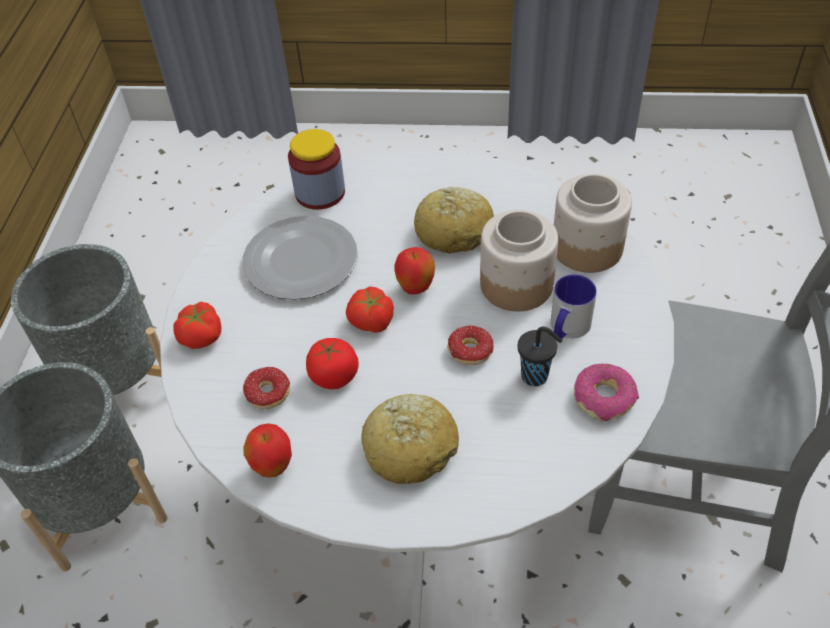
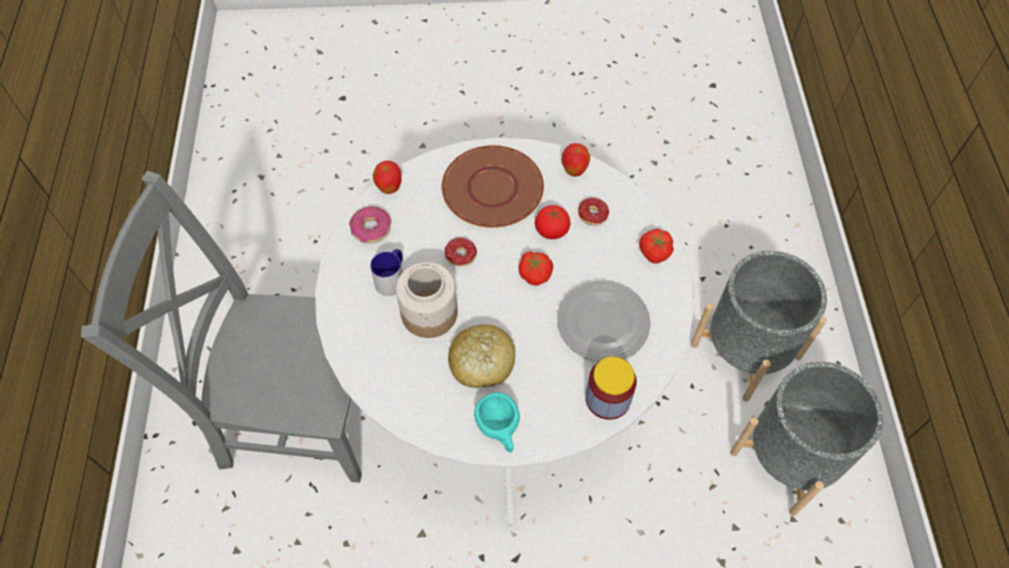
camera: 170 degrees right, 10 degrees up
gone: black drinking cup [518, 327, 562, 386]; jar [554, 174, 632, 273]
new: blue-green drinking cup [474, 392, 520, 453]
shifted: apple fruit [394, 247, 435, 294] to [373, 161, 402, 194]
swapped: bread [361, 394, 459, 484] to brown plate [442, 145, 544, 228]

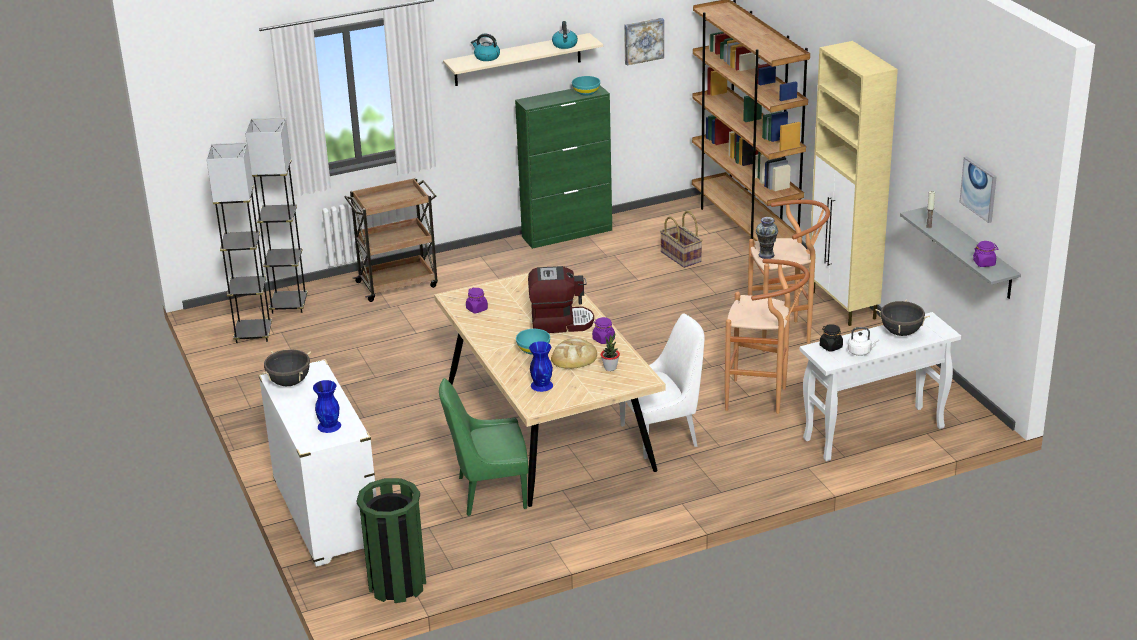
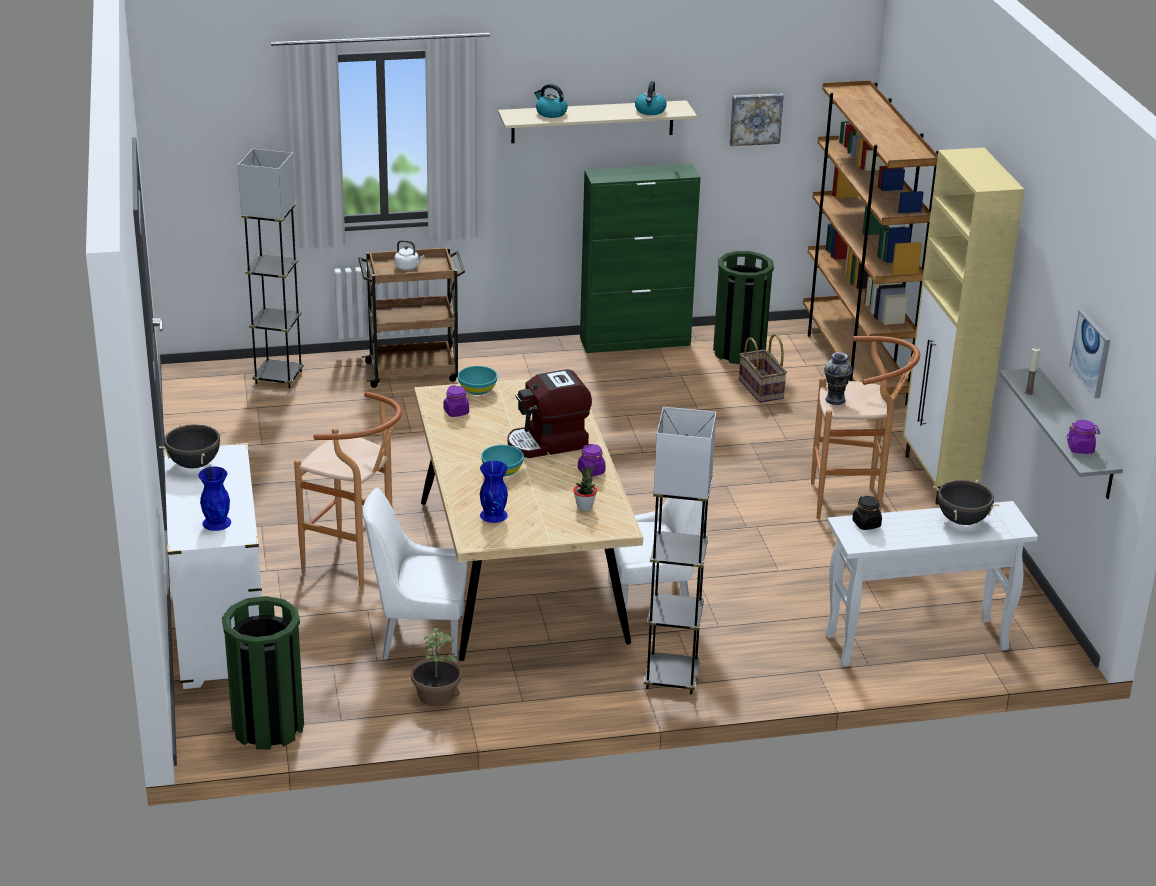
camera: 10 degrees right, 0 degrees up
gone: bread [551, 338, 597, 369]
new: houseplant [411, 628, 461, 706]; greenish rubbish bin [713, 251, 774, 364]
shifted: brown sitting stool [725, 259, 810, 414] to [294, 392, 402, 587]; white-coloured tea kettle [848, 327, 879, 356] to [394, 240, 424, 270]; blue-green deep dish [572, 76, 600, 96] to [458, 366, 498, 395]; grey standard lamp [207, 142, 272, 344] to [644, 407, 717, 694]
repainted: greenish chair [439, 378, 529, 516] to white-coloured chair [363, 488, 467, 663]
rotated: coffee brewer [528, 266, 594, 333] = [508, 369, 592, 458] 150 degrees clockwise

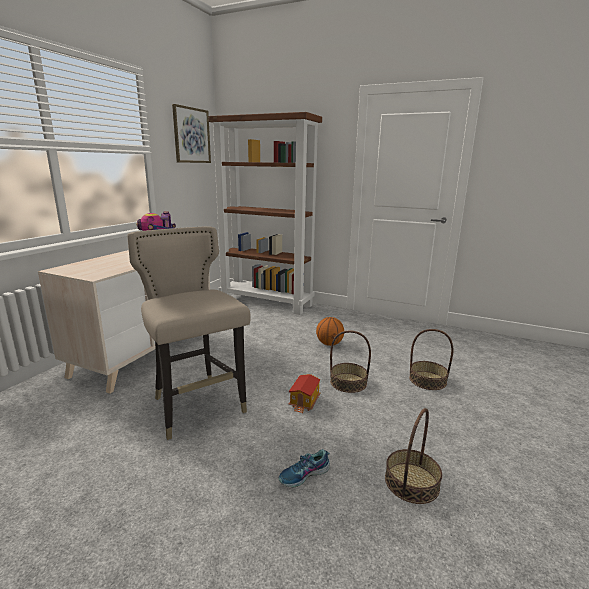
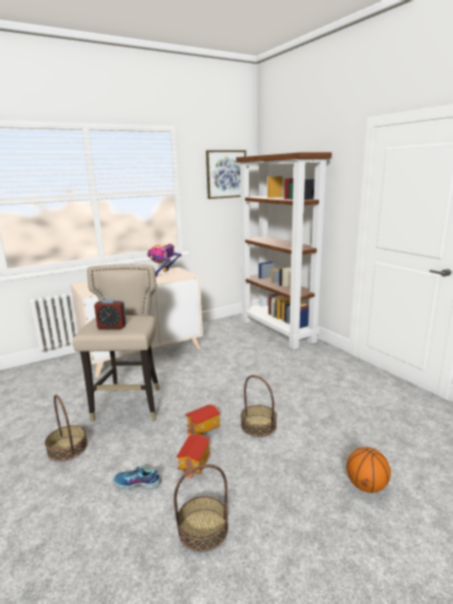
camera: 35 degrees right, 0 degrees up
new: bedside clock [94, 299, 127, 329]; toy house [176, 434, 211, 479]
shifted: basket [409, 329, 453, 390] to [45, 395, 88, 461]; ball for basketball [316, 317, 344, 346] to [346, 447, 391, 493]

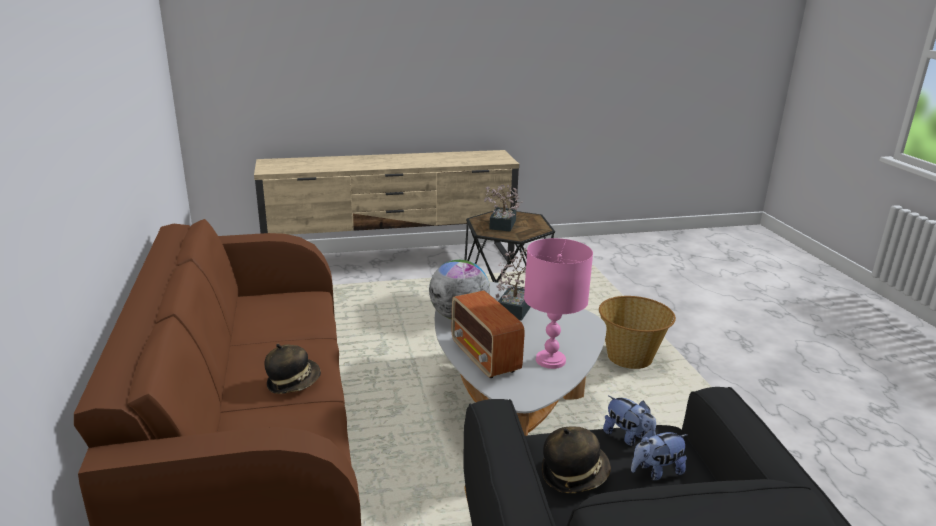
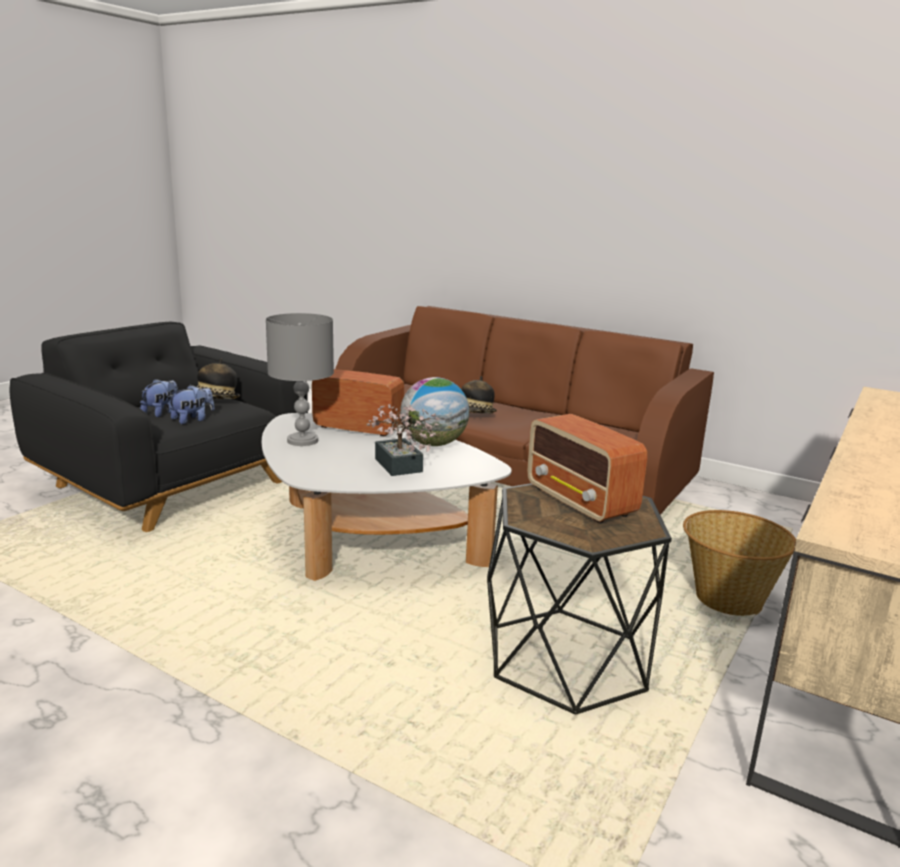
camera: 135 degrees right, 5 degrees down
shifted: basket [599, 296, 676, 369] to [683, 510, 796, 616]
swapped: houseplant [483, 185, 523, 232] to radio receiver [527, 414, 647, 524]
repainted: pink-coloured tabletop lamp [524, 238, 593, 369] to grey tabletop lamp [266, 313, 334, 446]
rotated: soft toy [603, 396, 656, 446] = [168, 385, 215, 424] 135 degrees clockwise

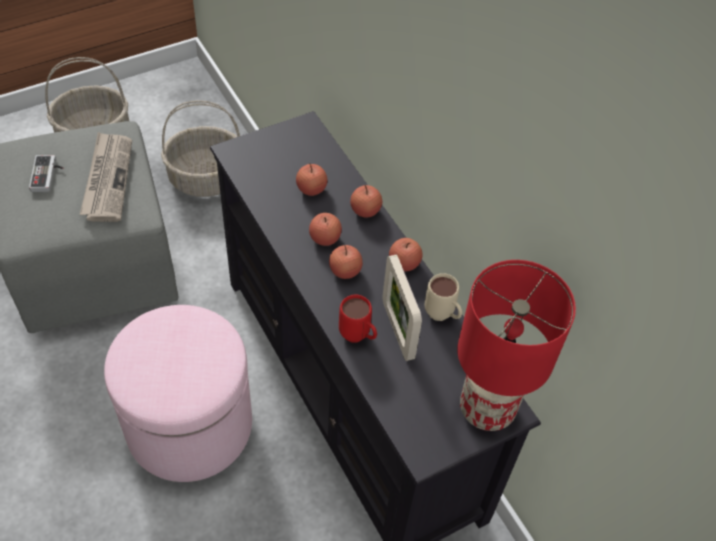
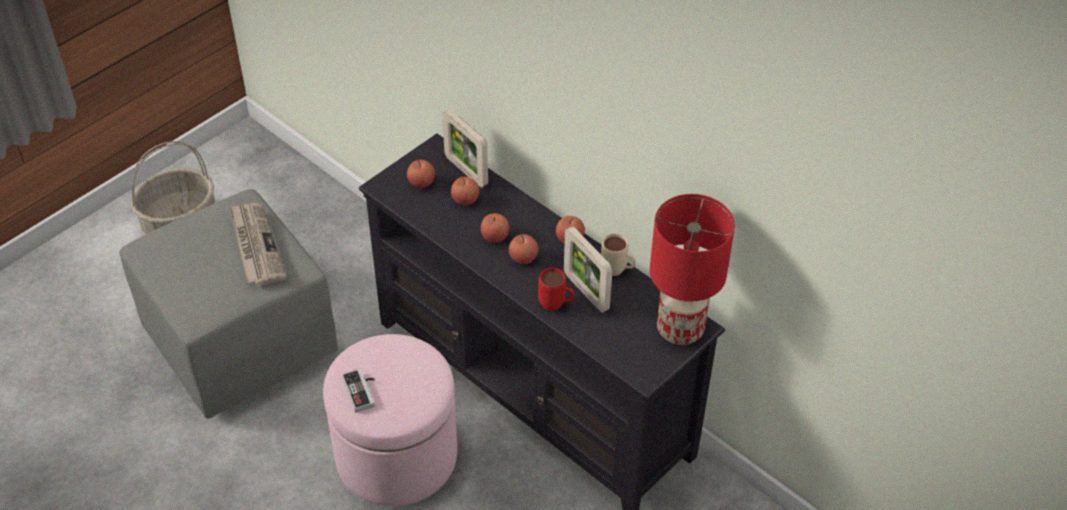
camera: 15 degrees left, 5 degrees down
gone: basket [161, 100, 240, 197]
new: photo frame [442, 109, 488, 188]
shifted: gamepad [29, 155, 63, 192] to [342, 369, 375, 413]; apple fruit [350, 185, 382, 218] to [407, 159, 435, 188]

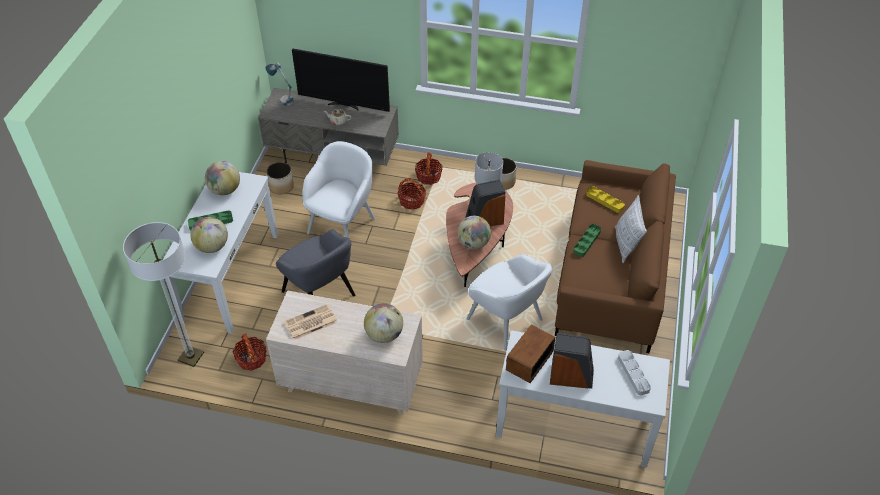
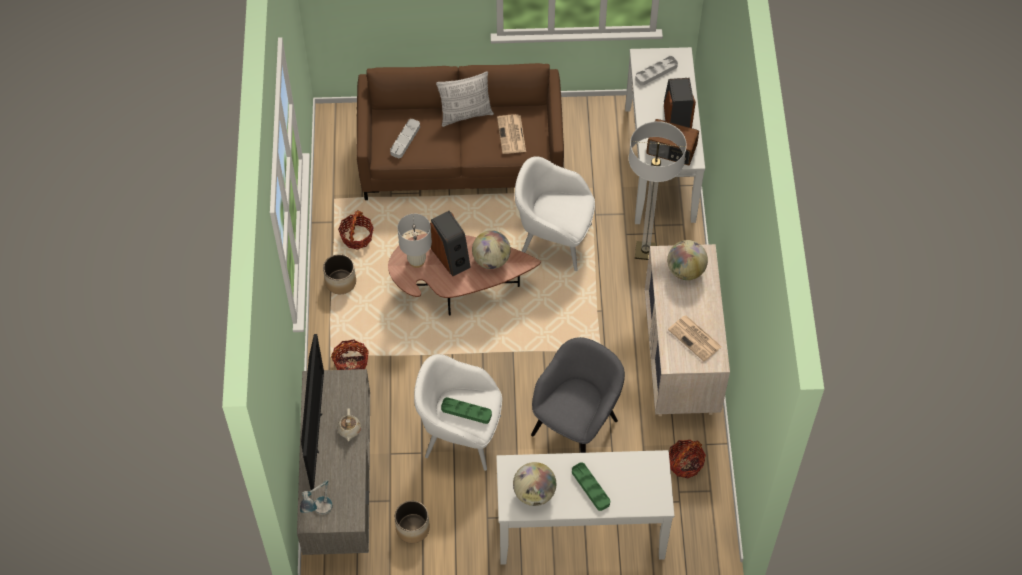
camera: 105 degrees left, 10 degrees up
gone: world globe [190, 217, 228, 253]
new: printed paper [497, 114, 526, 154]
shifted: basket [397, 178, 426, 210] to [338, 210, 374, 250]; greenish carrying tray [574, 224, 601, 257] to [441, 397, 492, 424]; standard lamp [123, 222, 204, 367] to [629, 121, 687, 260]
repainted: yellow carrying tray [586, 186, 625, 213] to grey carrying tray [390, 119, 420, 158]
rotated: white-coloured lounge chair [467, 254, 552, 350] = [515, 156, 595, 271] 105 degrees counterclockwise

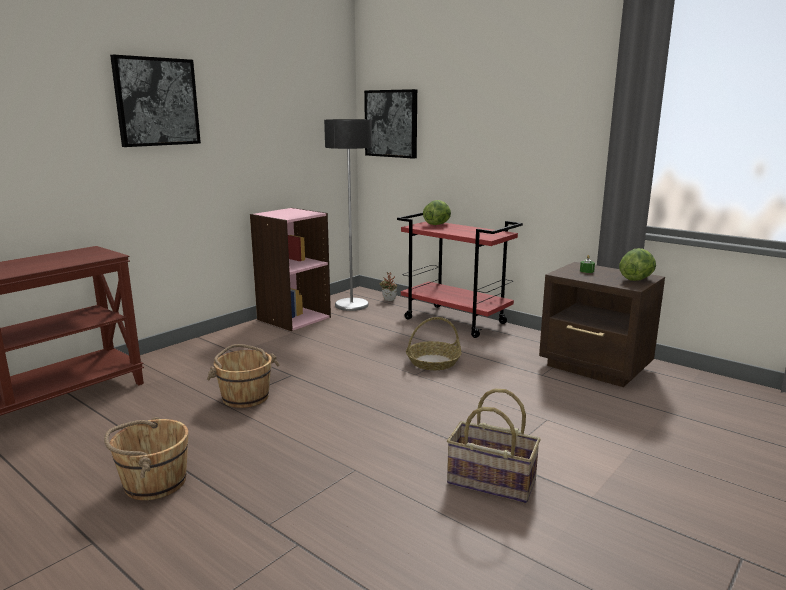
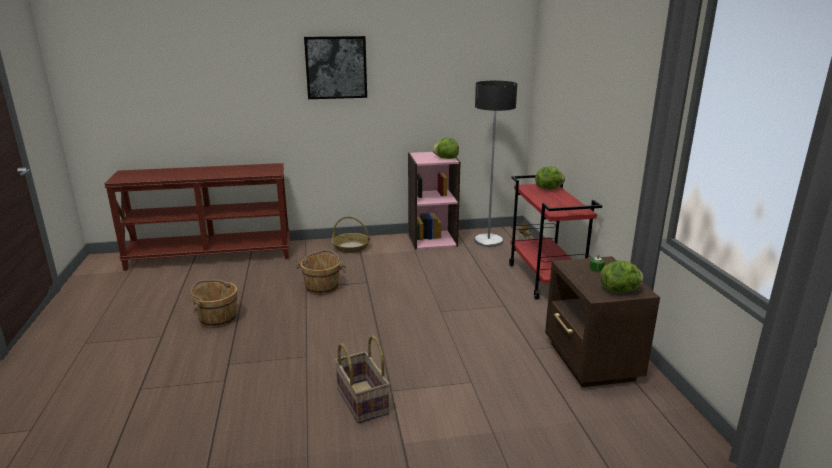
camera: 40 degrees right, 5 degrees up
gone: wall picture [364, 89, 417, 159]
new: head of lettuce [432, 138, 459, 159]
shifted: basket [406, 317, 462, 370] to [332, 216, 370, 253]

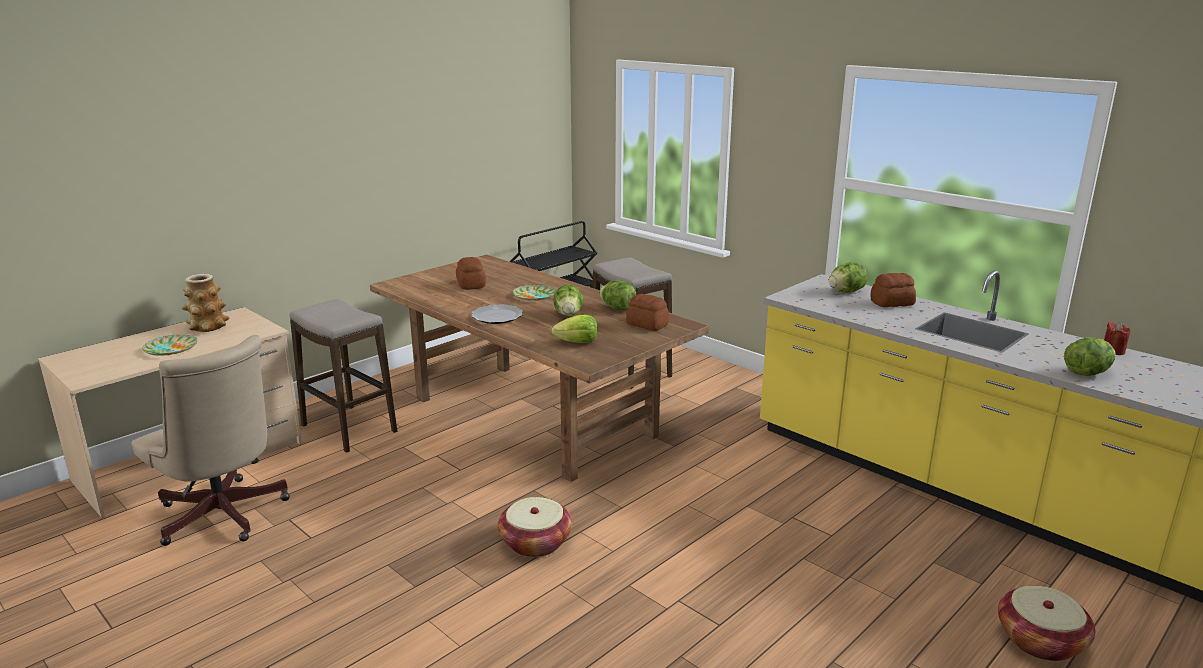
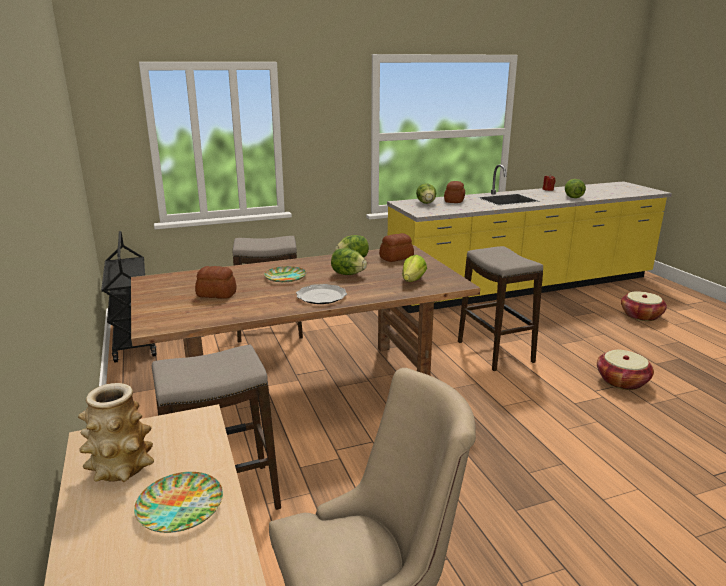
camera: 65 degrees left, 0 degrees up
new: sitting stool [458, 246, 543, 371]
shifted: basket [498, 497, 572, 557] to [597, 350, 654, 390]

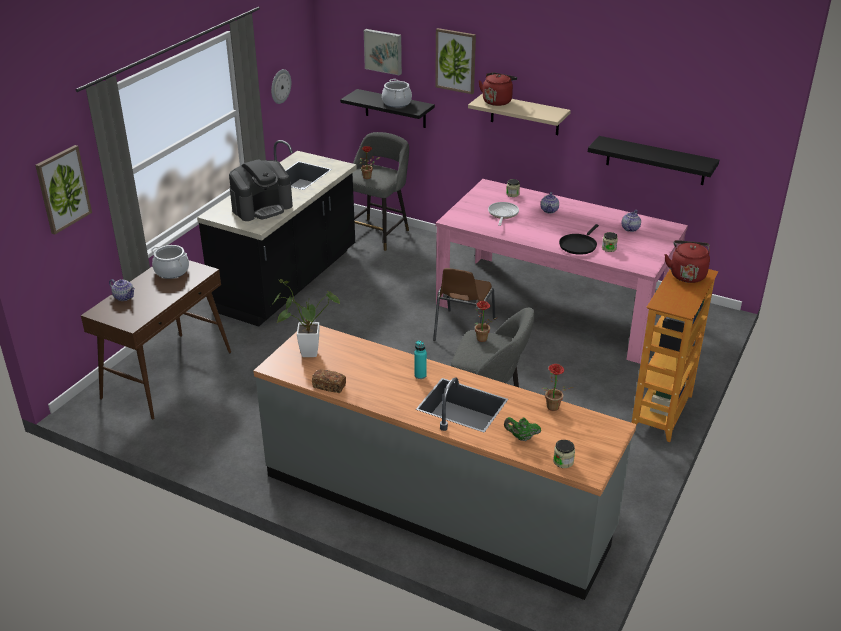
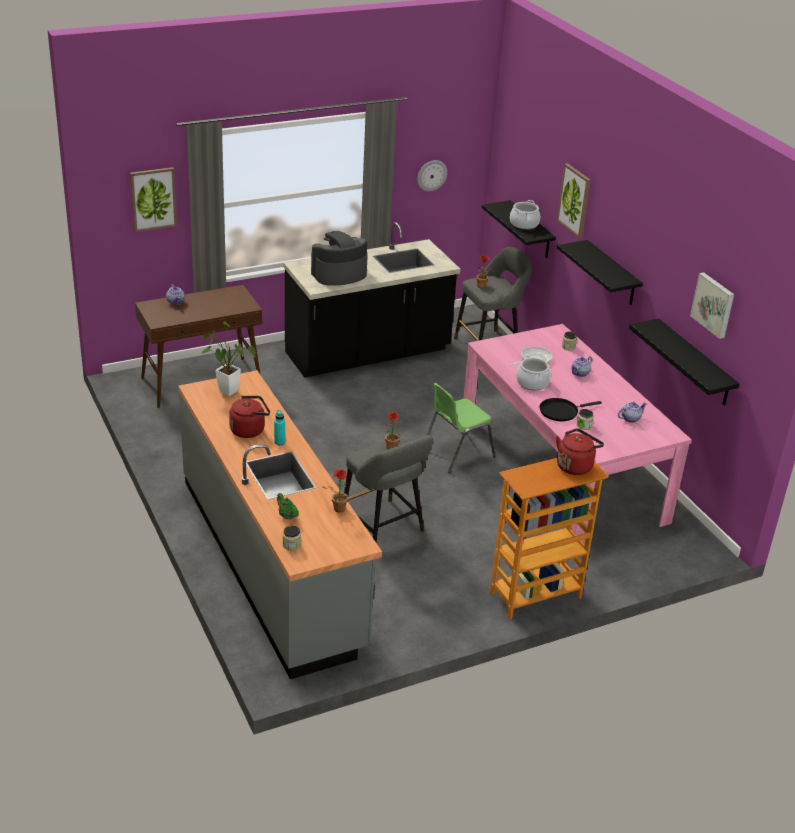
camera: 35 degrees right, 0 degrees up
gone: bread [312, 369, 346, 393]
shifted: red tea kettle [479, 72, 517, 106] to [229, 396, 270, 438]; saucepot [151, 245, 189, 279] to [516, 355, 551, 390]; wall picture [364, 29, 402, 75] to [690, 272, 734, 339]
repainted: brown chair [433, 268, 495, 341] to greenish chair [427, 383, 496, 473]; beige shelf [468, 93, 571, 135] to black shelf [557, 240, 643, 305]
rotated: coffee brewer [229, 159, 293, 221] = [311, 231, 368, 286] 150 degrees clockwise

